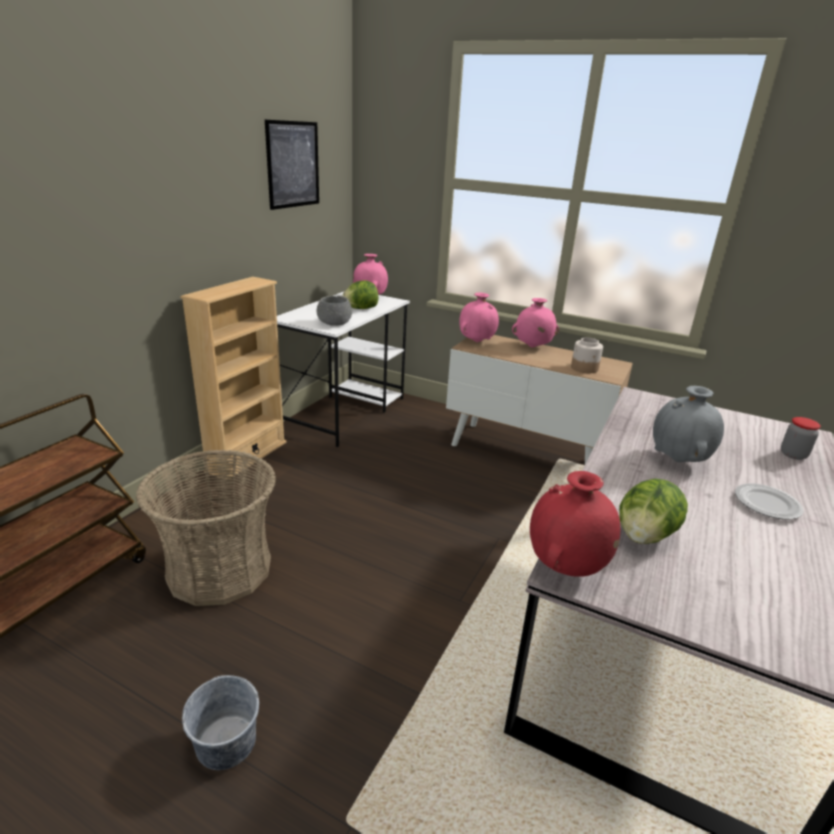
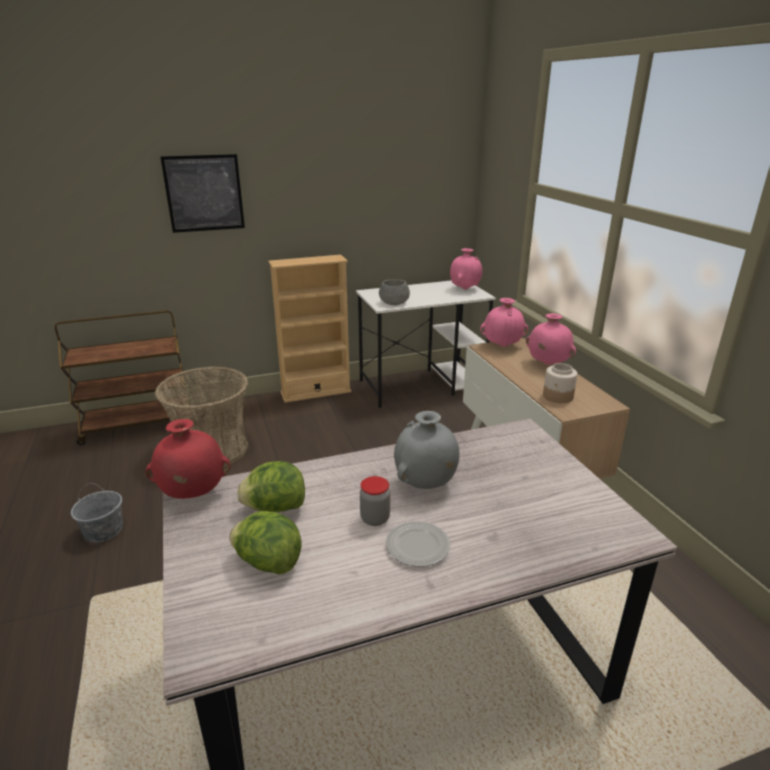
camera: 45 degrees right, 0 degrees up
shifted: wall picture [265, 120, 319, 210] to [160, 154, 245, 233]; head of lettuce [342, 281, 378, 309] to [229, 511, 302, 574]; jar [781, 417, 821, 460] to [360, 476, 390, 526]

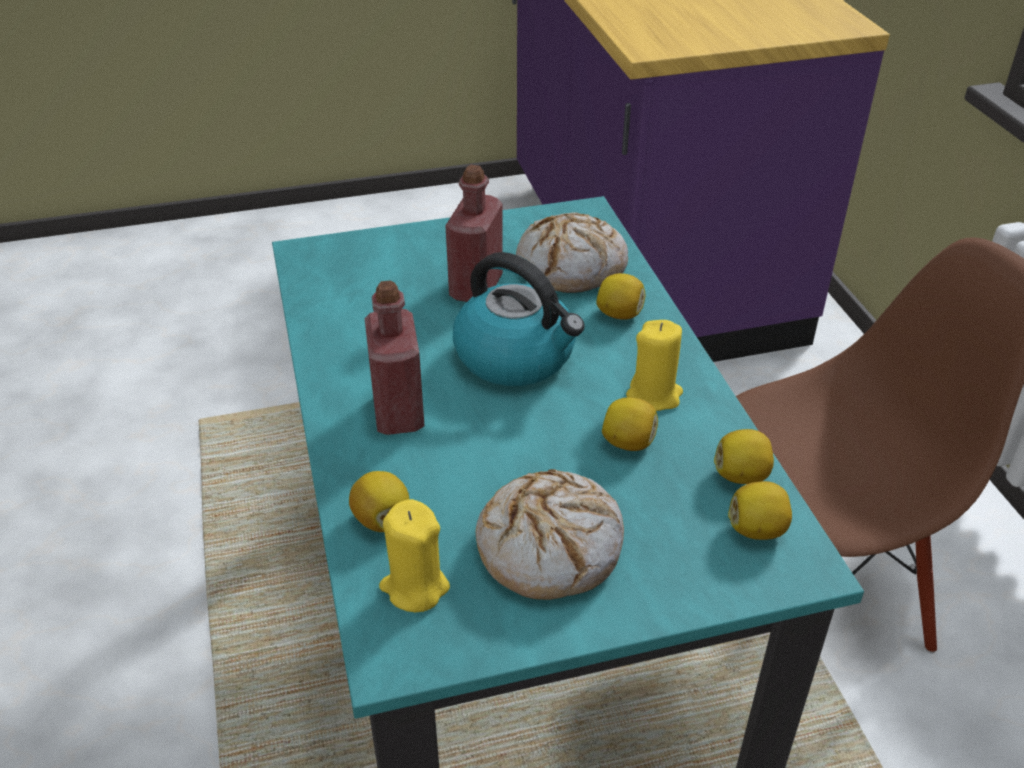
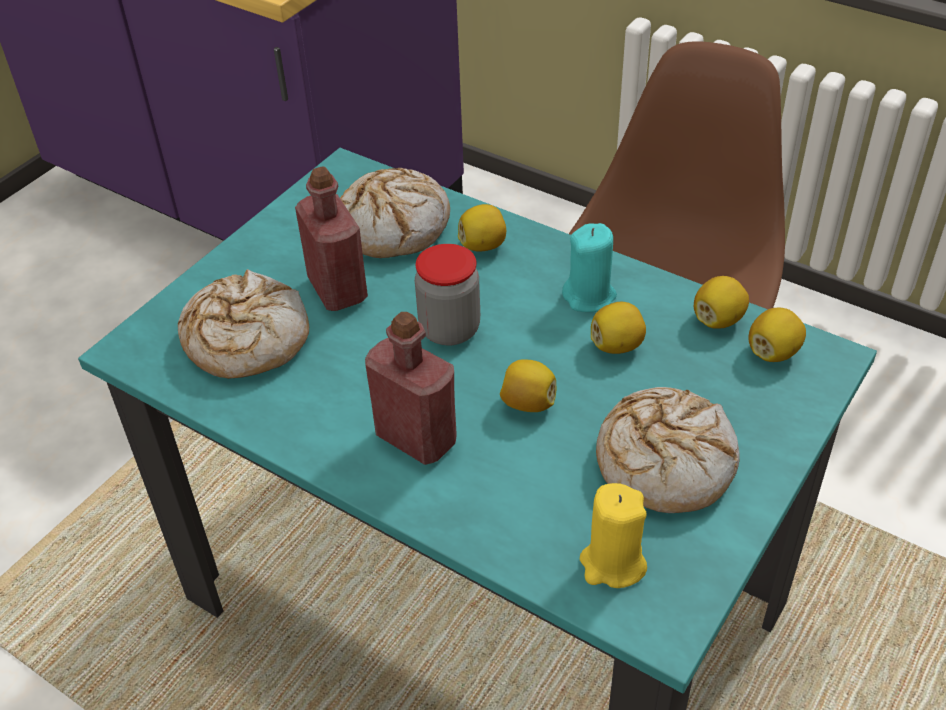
camera: 40 degrees left, 5 degrees up
new: bread [178, 269, 309, 379]
shifted: whole lemon [349, 471, 410, 532] to [500, 359, 556, 412]
swapped: tea kettle [453, 252, 585, 386] to jar [415, 244, 480, 345]
repainted: yellow wax light [626, 320, 683, 411] to blue-green wax light [562, 223, 617, 312]

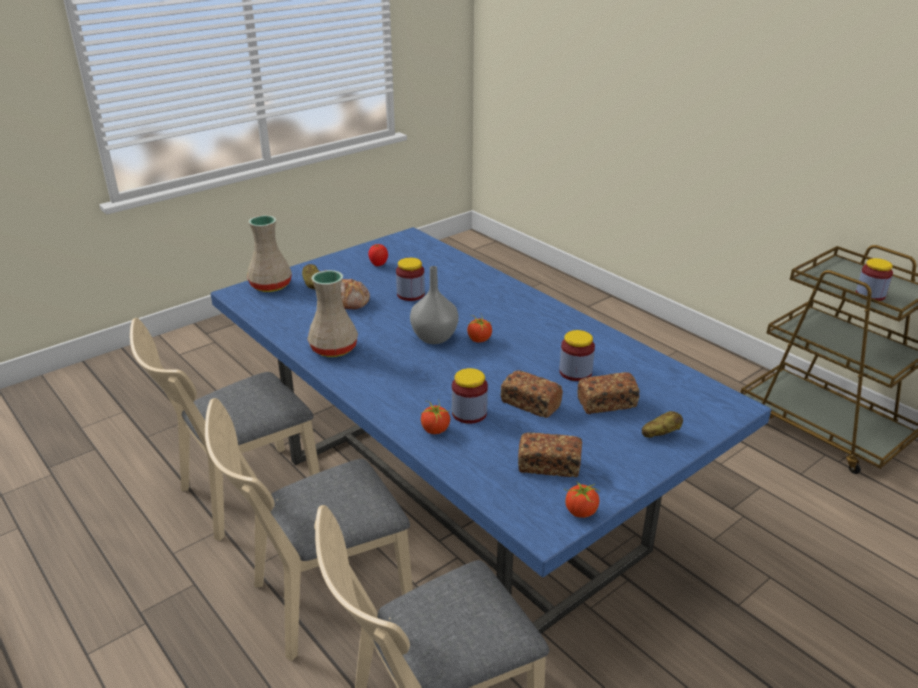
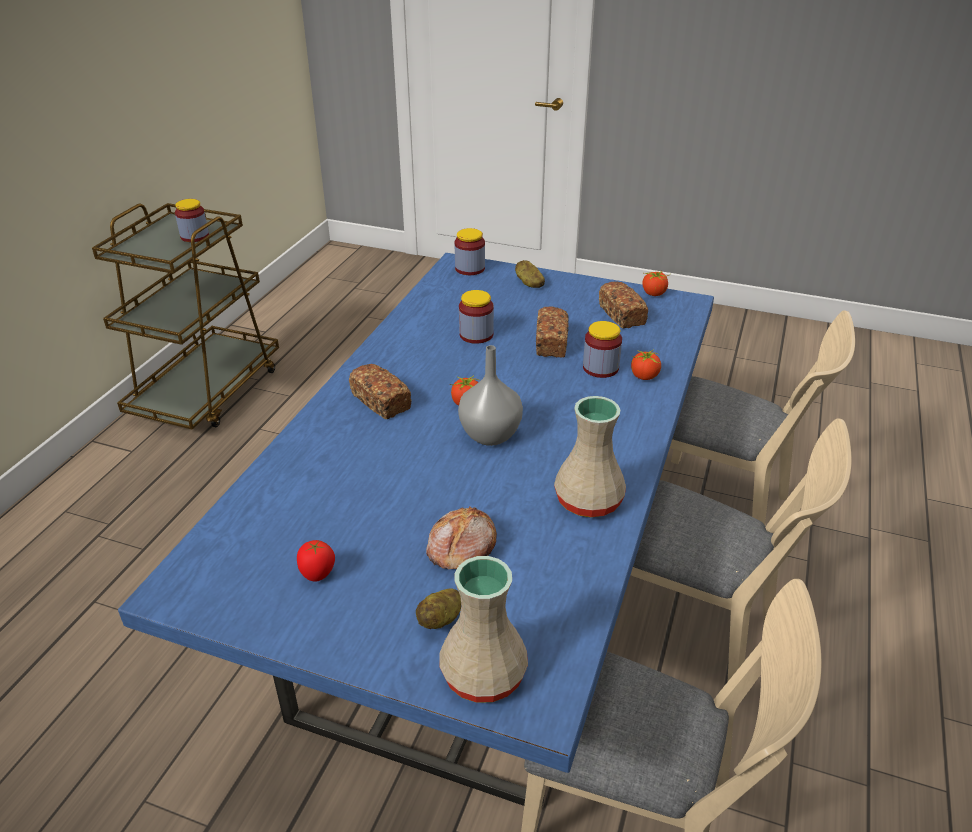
camera: 120 degrees left, 5 degrees up
shifted: bread [577, 372, 640, 414] to [349, 364, 411, 419]; jar [396, 258, 425, 301] to [455, 228, 485, 275]

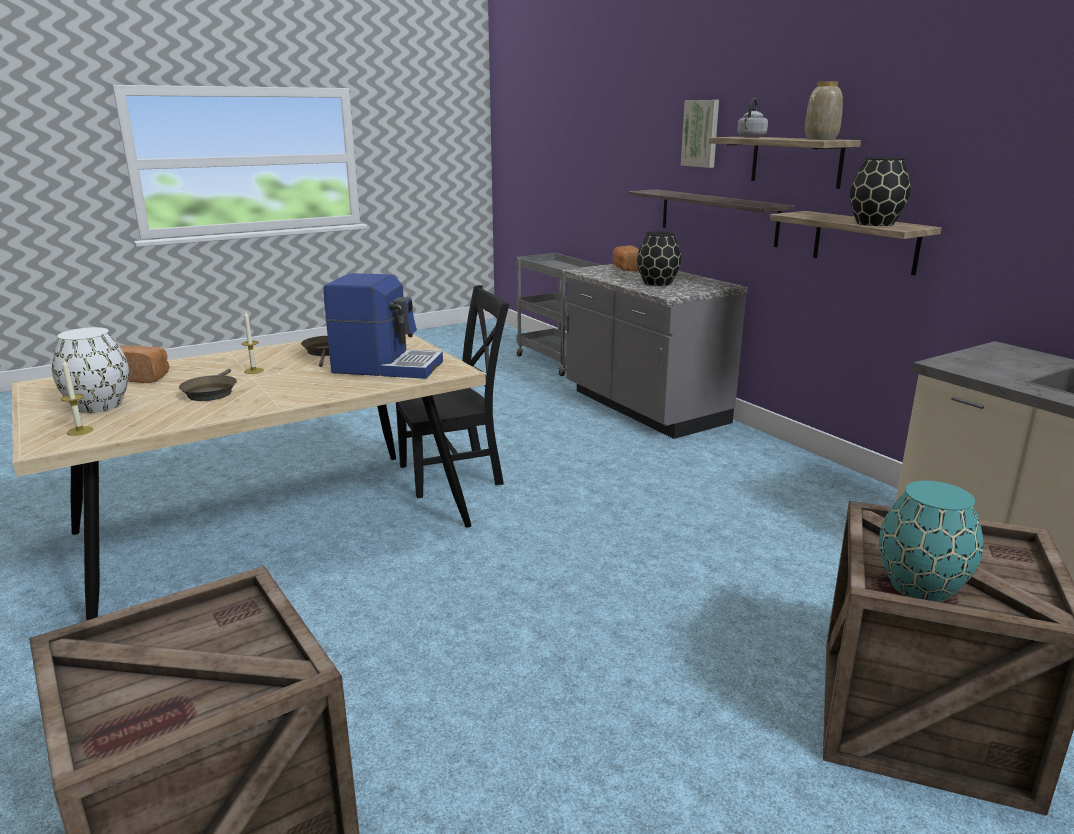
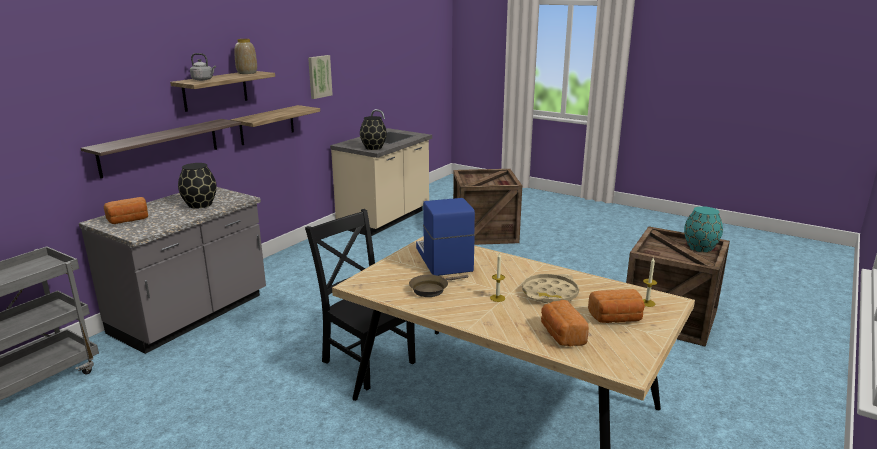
camera: 115 degrees left, 0 degrees up
shifted: wall picture [681, 100, 719, 168] to [308, 55, 333, 99]; black decorative vase [850, 157, 911, 226] to [360, 116, 387, 150]; blue-green decorative vase [879, 481, 983, 602] to [684, 206, 723, 252]
swapped: brown skillet [179, 369, 237, 401] to beige carrying tray [522, 274, 579, 303]; white-coloured decorative vase [52, 327, 129, 413] to bread [588, 289, 645, 323]

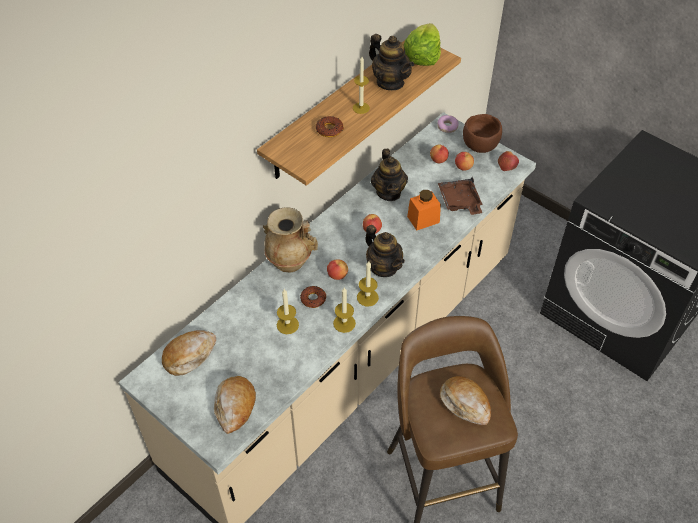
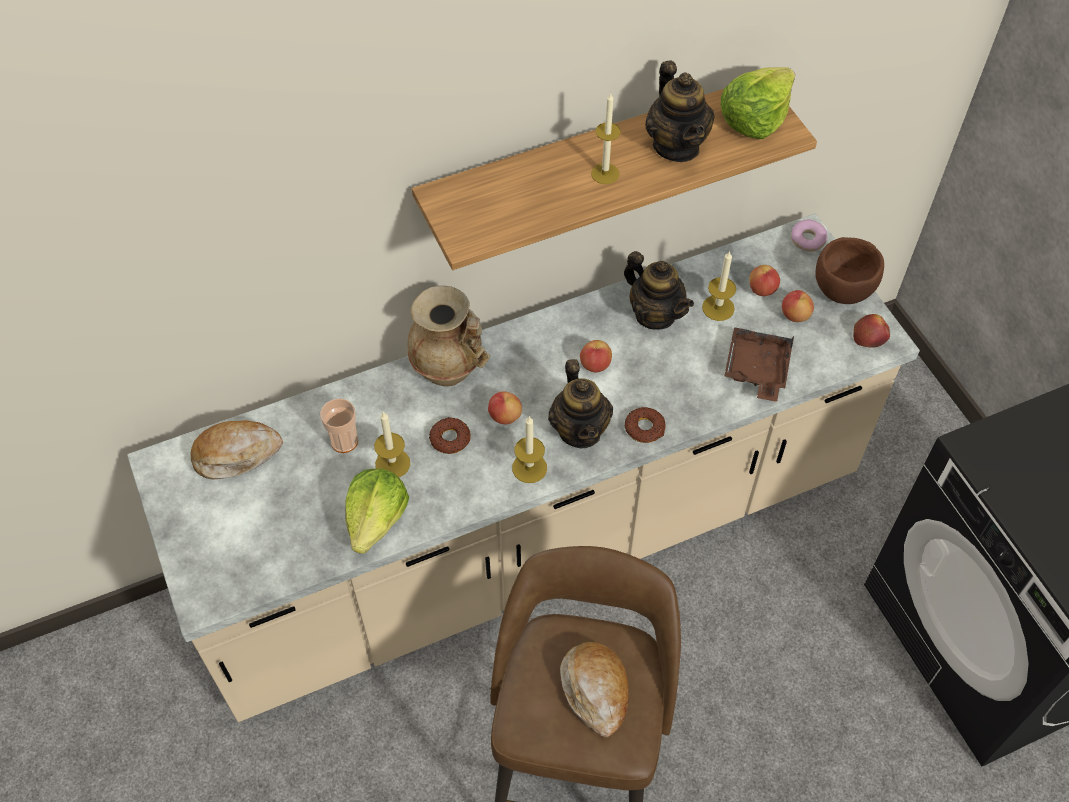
camera: 25 degrees right, 5 degrees up
gone: bread [214, 376, 256, 434]; orangey jar [407, 190, 441, 231]
new: drinking cup [320, 399, 358, 453]; head of lettuce [345, 469, 409, 554]
shifted: doughnut [316, 116, 344, 137] to [624, 407, 666, 443]; wax light [333, 287, 356, 333] to [702, 251, 736, 321]
rotated: pot for tea [371, 149, 408, 201] = [624, 251, 694, 330] 60 degrees counterclockwise

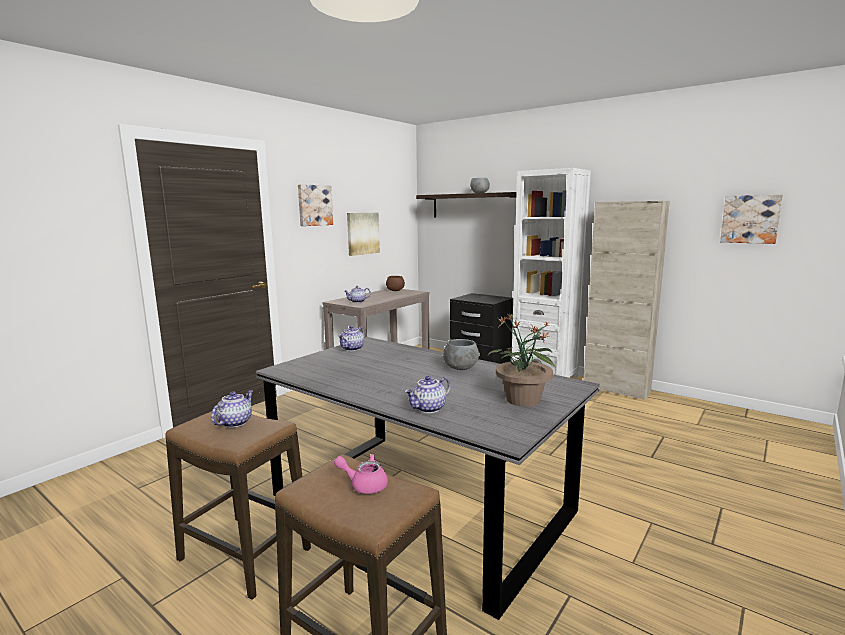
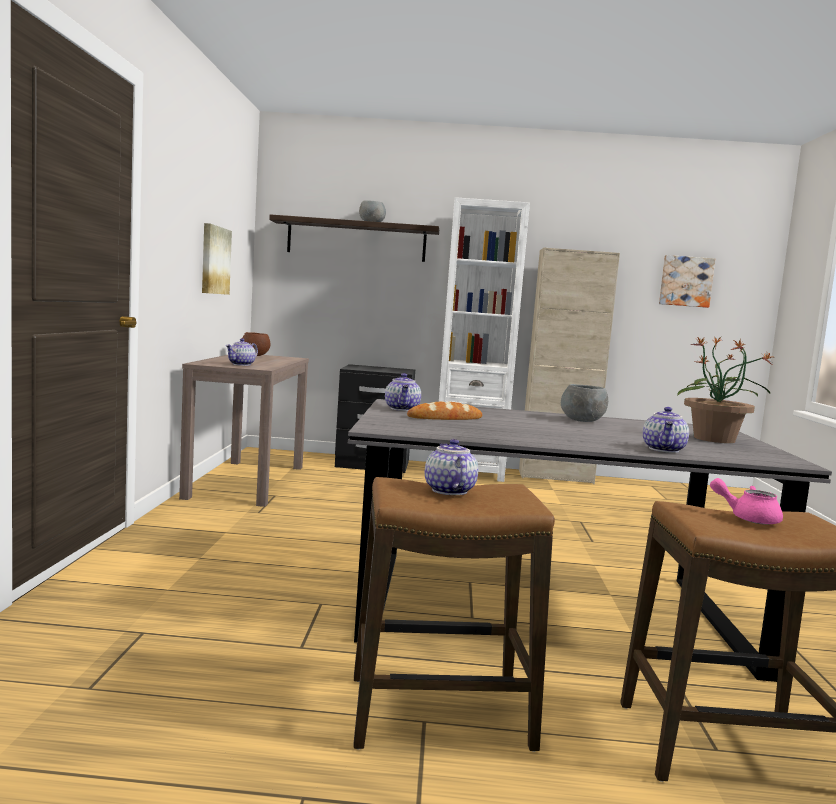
camera: 35 degrees left, 5 degrees down
gone: wall picture [298, 184, 333, 226]
new: bread [407, 402, 482, 420]
rotated: pink-coloured pot for tea [334, 454, 388, 494] = [710, 478, 783, 525] 45 degrees clockwise

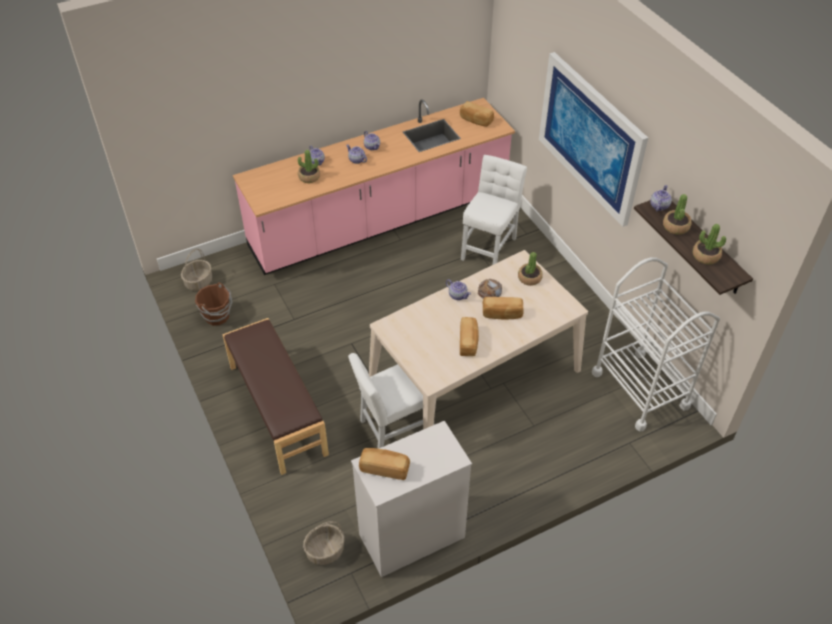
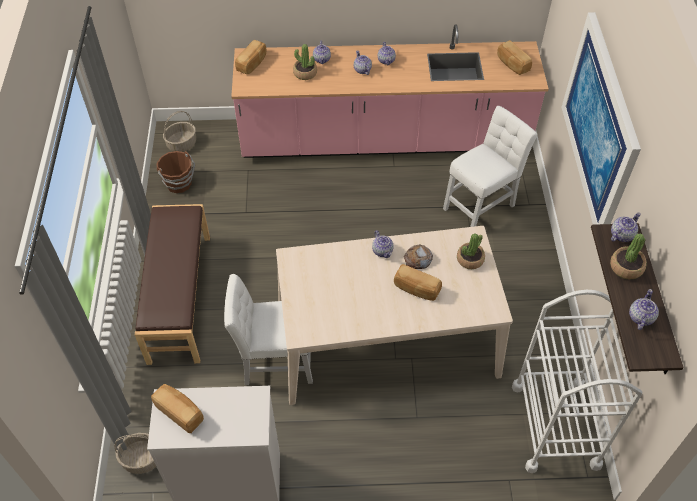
camera: 25 degrees right, 5 degrees up
shifted: bread [460, 317, 479, 356] to [235, 40, 266, 74]
swapped: houseplant [692, 224, 726, 264] to pot for tea [629, 289, 659, 330]

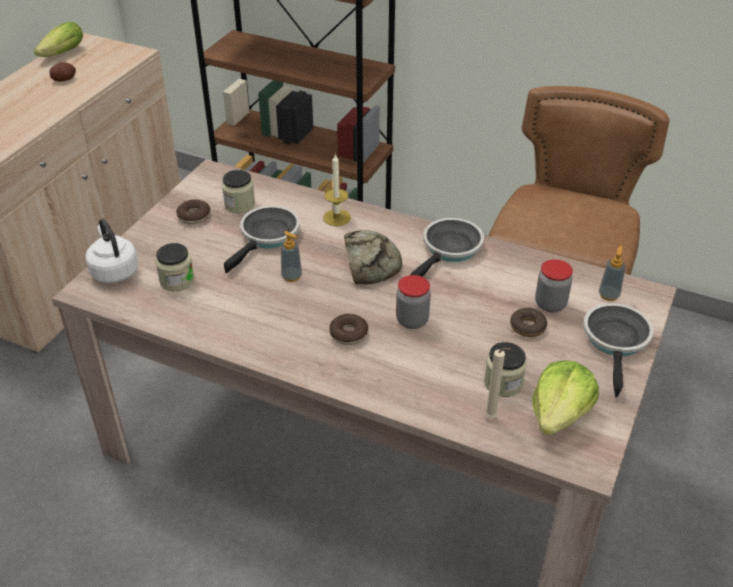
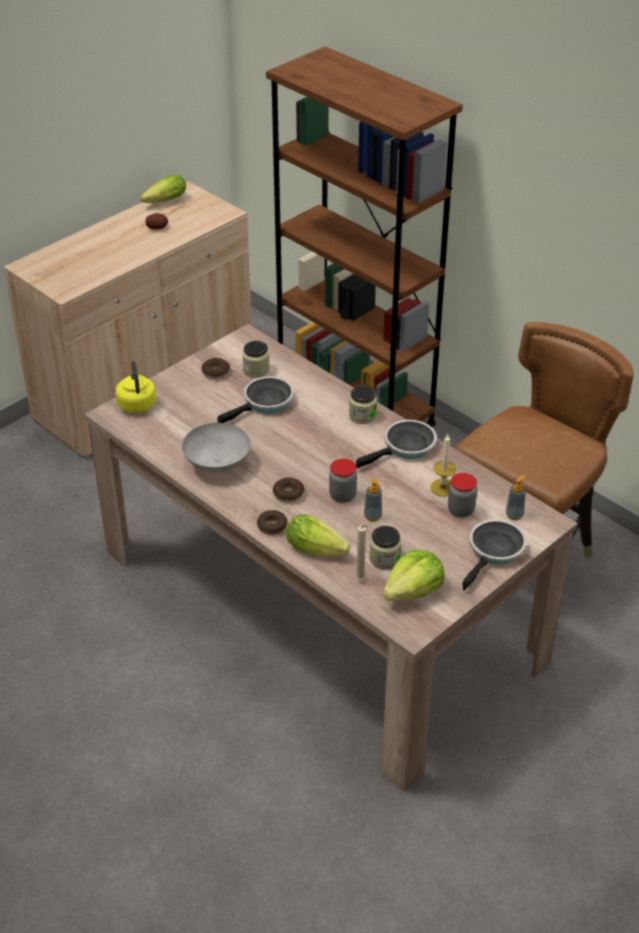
camera: 20 degrees right, 0 degrees up
gone: bread [344, 230, 402, 284]
new: grey deep dish [182, 423, 251, 473]; head of lettuce [286, 514, 350, 557]
shifted: doughnut [510, 308, 547, 337] to [257, 510, 287, 535]; jar [156, 243, 194, 291] to [349, 385, 377, 424]; soap dispenser [281, 231, 302, 282] to [364, 478, 382, 521]; wax light [323, 154, 351, 226] to [430, 434, 456, 497]
repainted: white-coloured tea kettle [85, 219, 138, 283] to yellow tea kettle [116, 361, 156, 413]

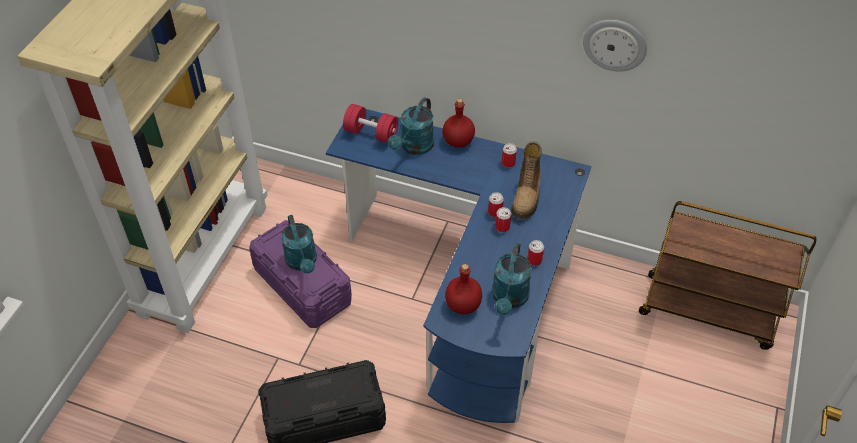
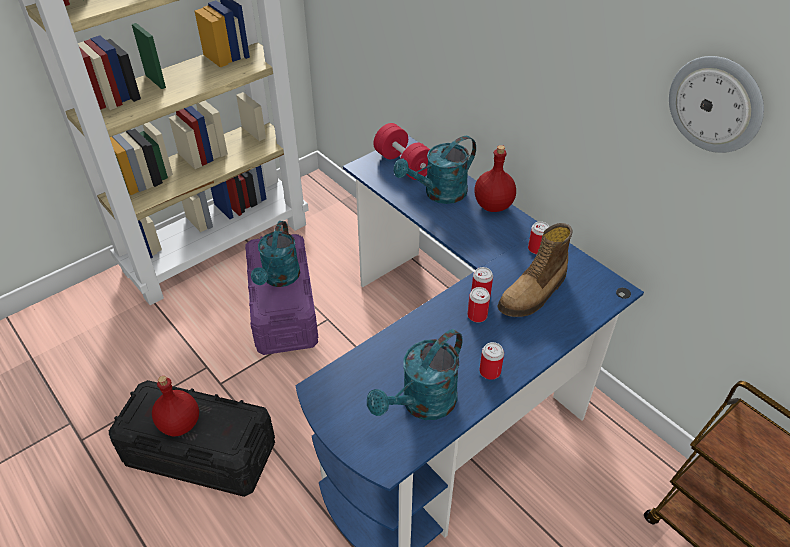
camera: 30 degrees right, 5 degrees down
shifted: red beverage bottle [445, 264, 482, 314] to [152, 376, 199, 436]

